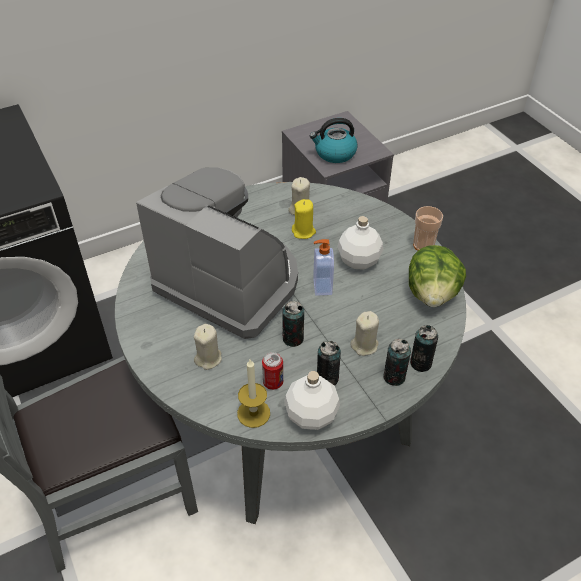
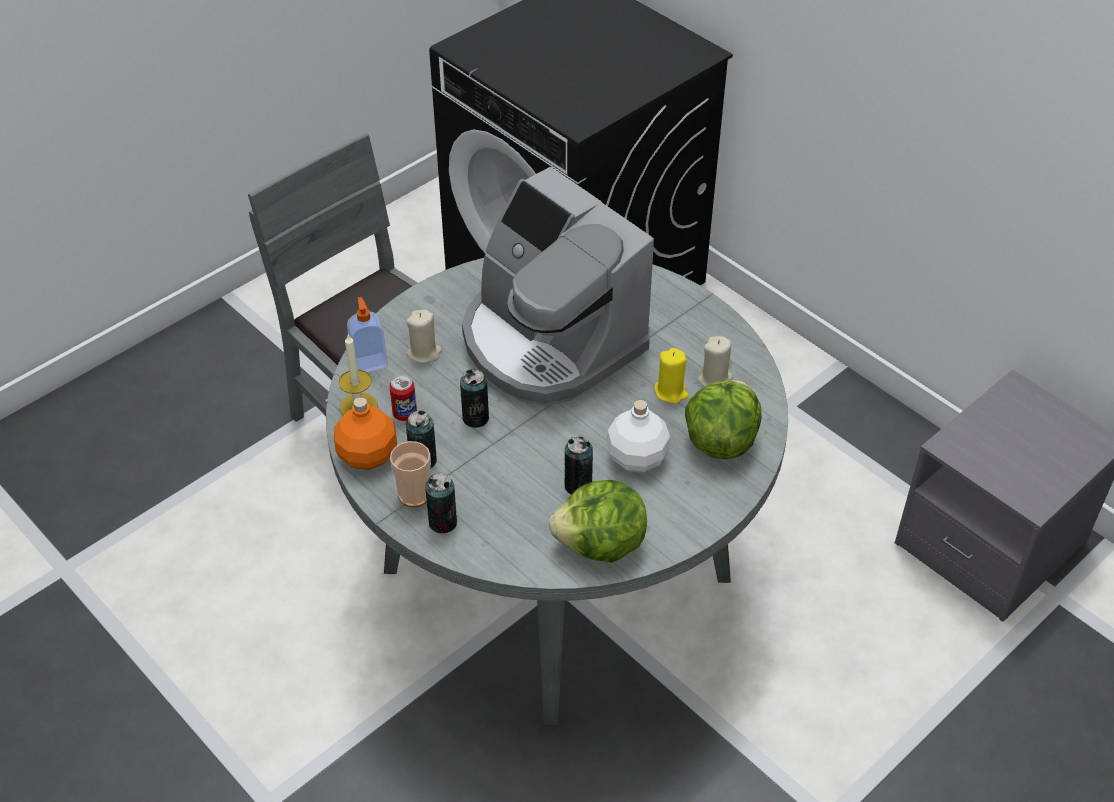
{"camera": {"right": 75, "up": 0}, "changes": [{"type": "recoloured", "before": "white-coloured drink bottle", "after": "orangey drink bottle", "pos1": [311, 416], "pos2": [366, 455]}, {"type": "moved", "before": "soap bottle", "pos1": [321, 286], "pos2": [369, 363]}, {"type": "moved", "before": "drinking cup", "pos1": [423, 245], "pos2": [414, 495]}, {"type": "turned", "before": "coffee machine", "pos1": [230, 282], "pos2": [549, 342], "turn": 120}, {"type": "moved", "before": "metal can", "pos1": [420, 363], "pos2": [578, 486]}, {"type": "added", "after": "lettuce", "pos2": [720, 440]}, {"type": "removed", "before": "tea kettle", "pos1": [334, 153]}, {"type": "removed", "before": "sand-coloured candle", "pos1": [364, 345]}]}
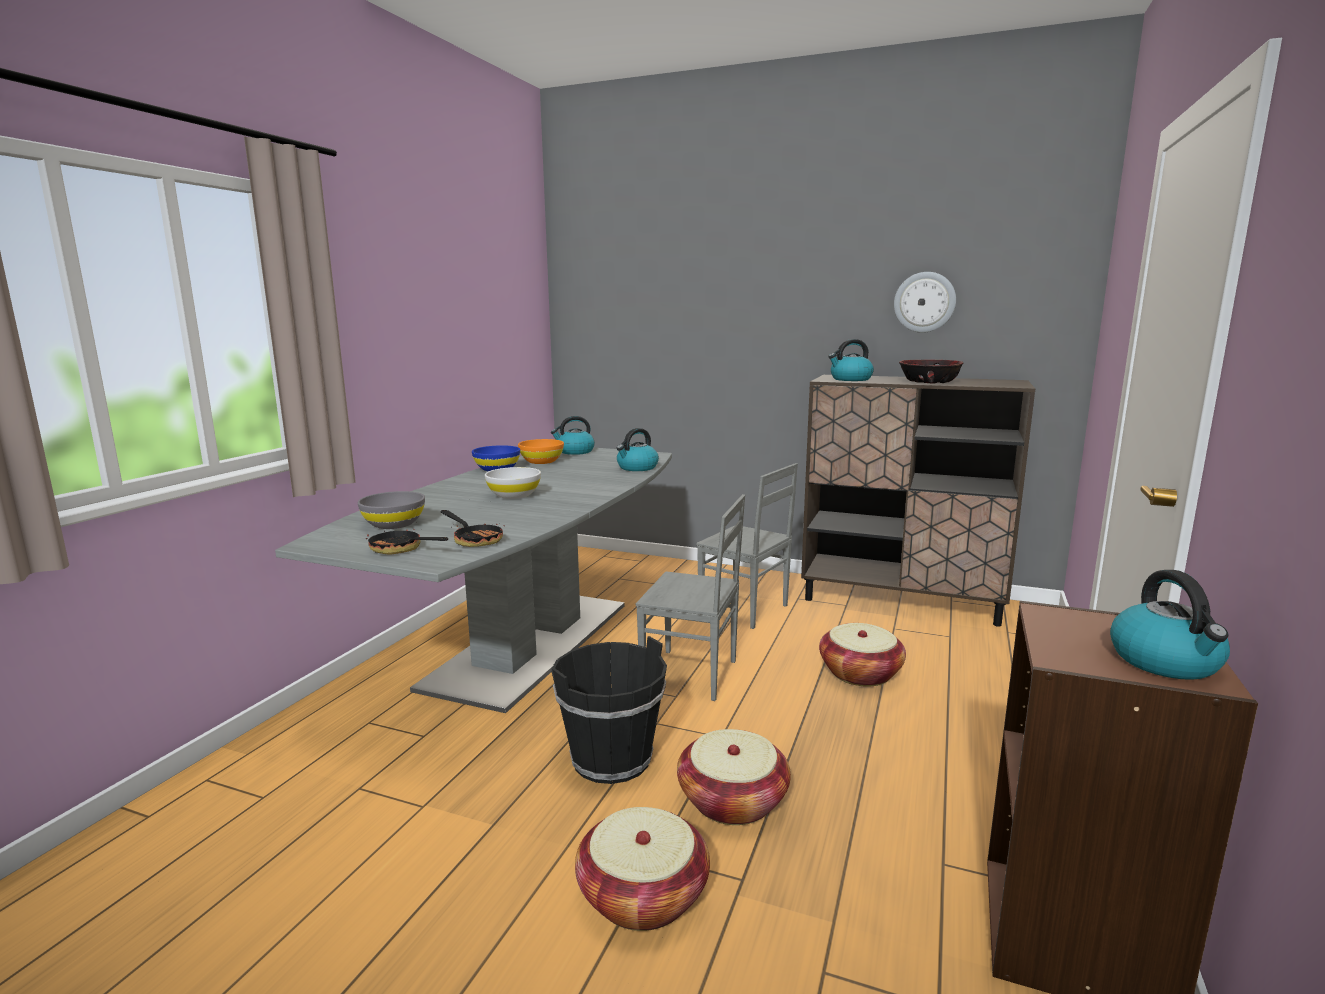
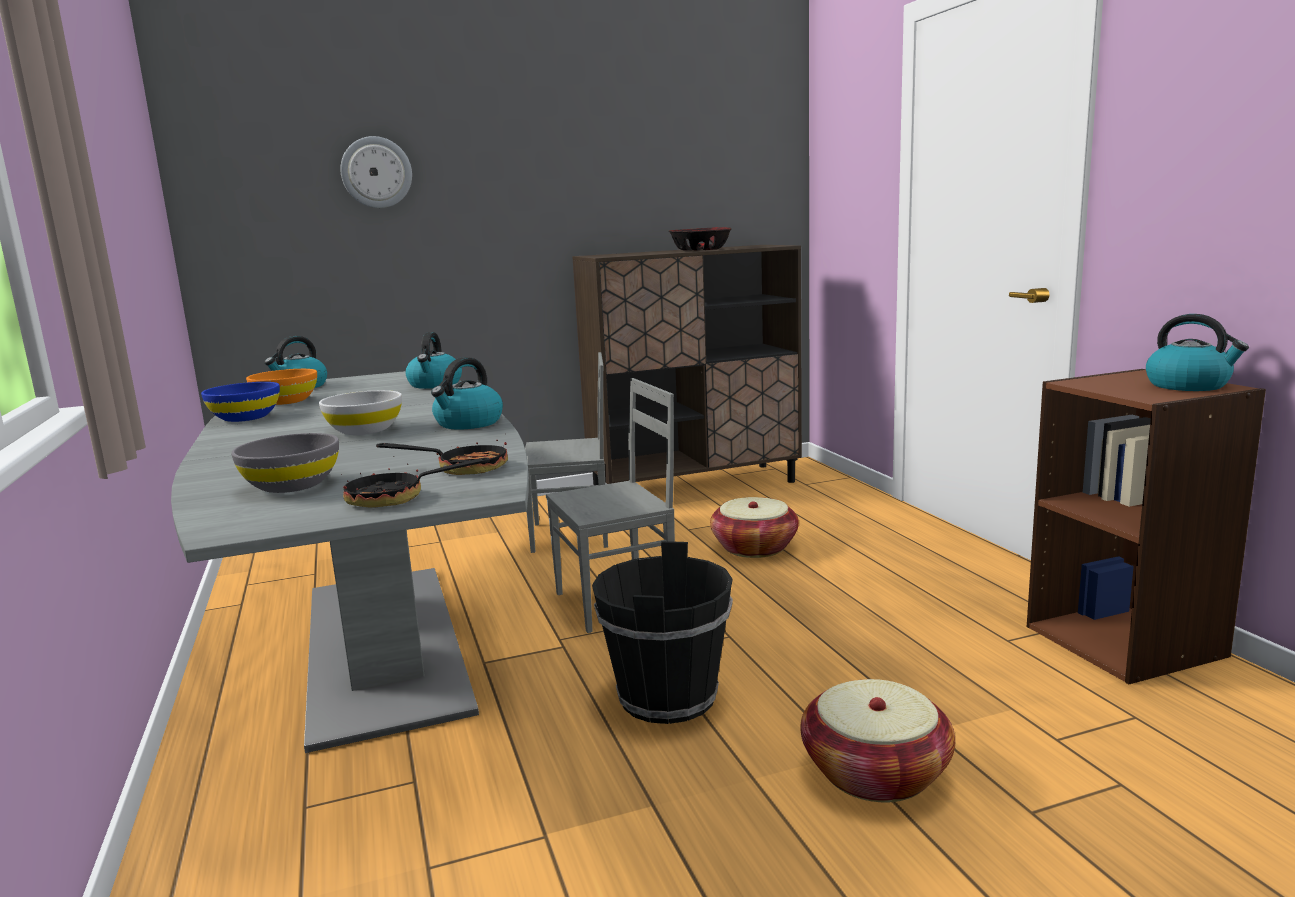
{"camera": {"right": -40, "up": 0}, "changes": [{"type": "moved", "before": "hanging clock", "pos1": [924, 302], "pos2": [376, 172]}, {"type": "moved", "before": "tea kettle", "pos1": [850, 379], "pos2": [468, 423]}, {"type": "removed", "before": "basket", "pos1": [732, 801]}]}
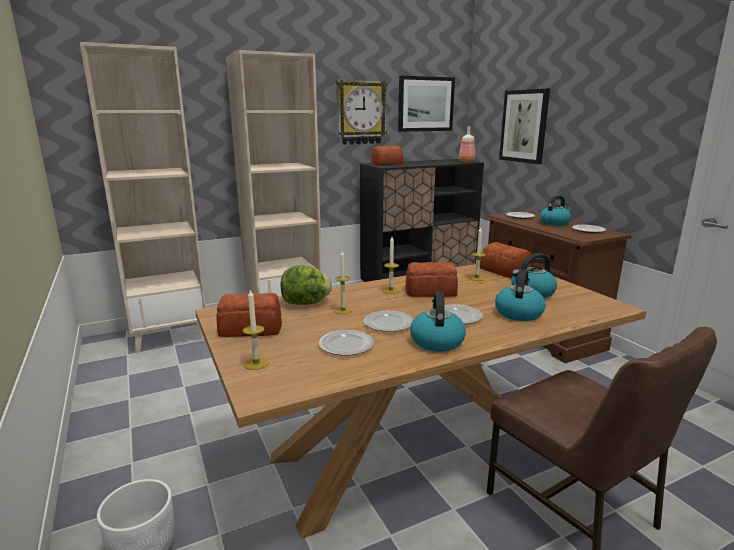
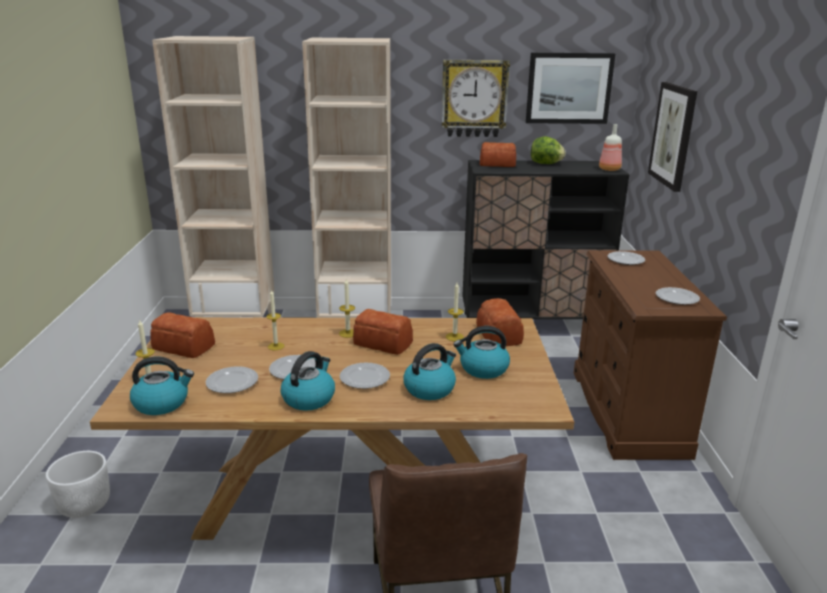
{"camera": {"right": 25, "up": 5}, "changes": [{"type": "moved", "before": "tea kettle", "pos1": [554, 223], "pos2": [162, 403]}, {"type": "moved", "before": "lettuce", "pos1": [306, 303], "pos2": [546, 164]}]}
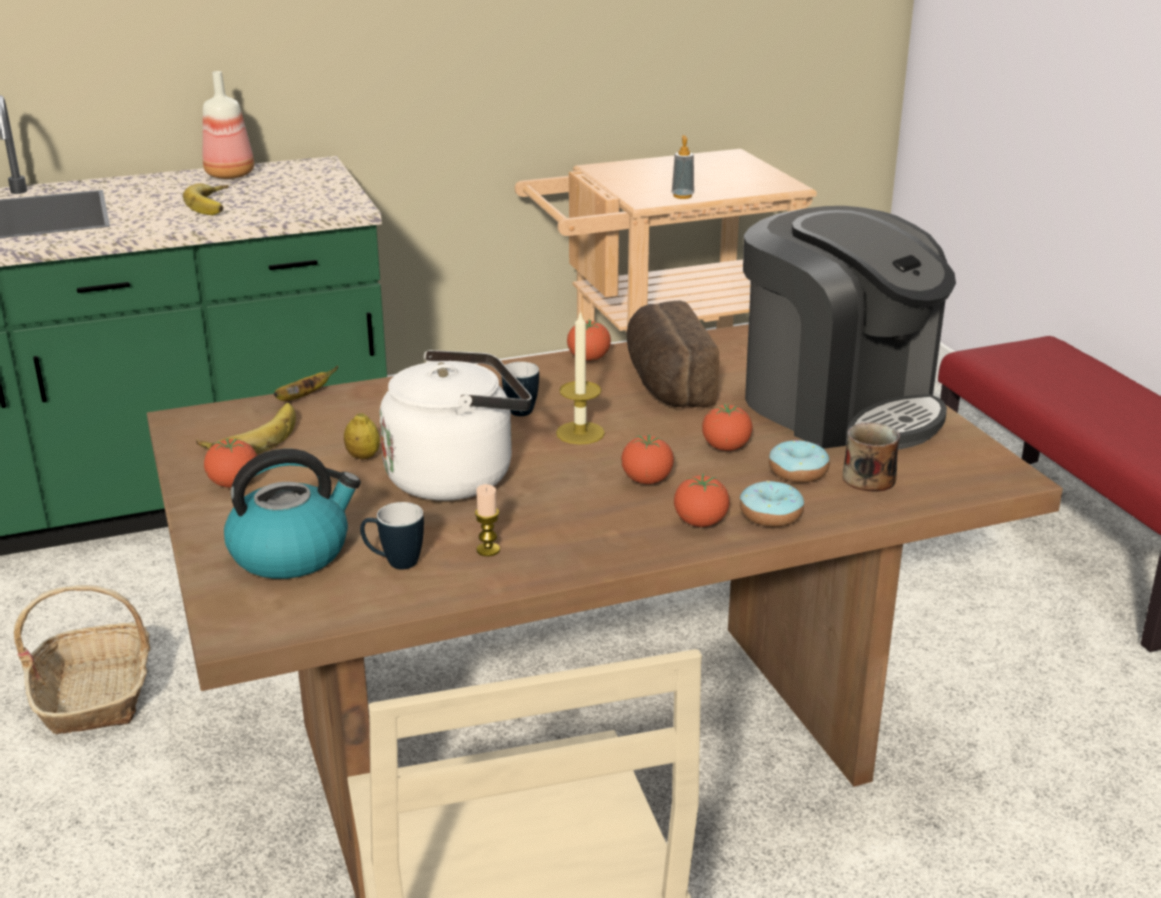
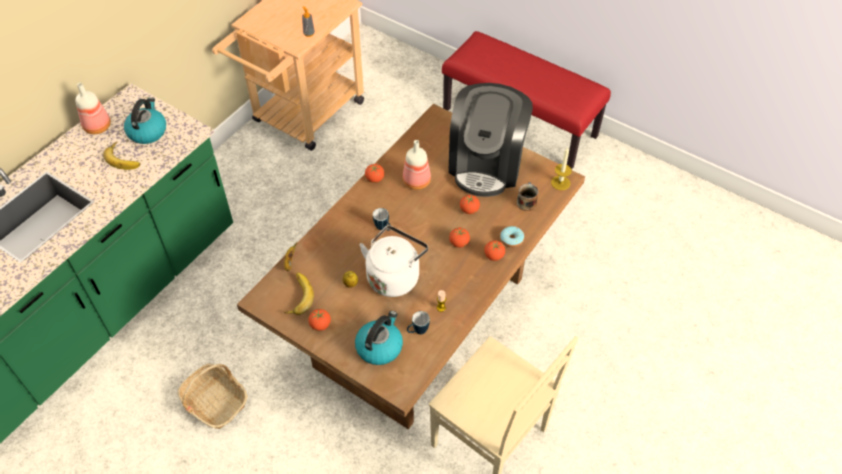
{"camera": {"right": -35, "up": 25}, "changes": [{"type": "added", "after": "tea kettle", "pos2": [147, 131]}, {"type": "replaced", "before": "bakery bread", "after": "drink bottle", "pos1": [665, 383], "pos2": [416, 181]}, {"type": "turned", "before": "coffee machine", "pos1": [839, 406], "pos2": [486, 164], "turn": 90}, {"type": "moved", "before": "candle", "pos1": [580, 433], "pos2": [560, 183]}, {"type": "removed", "before": "doughnut", "pos1": [798, 472]}]}
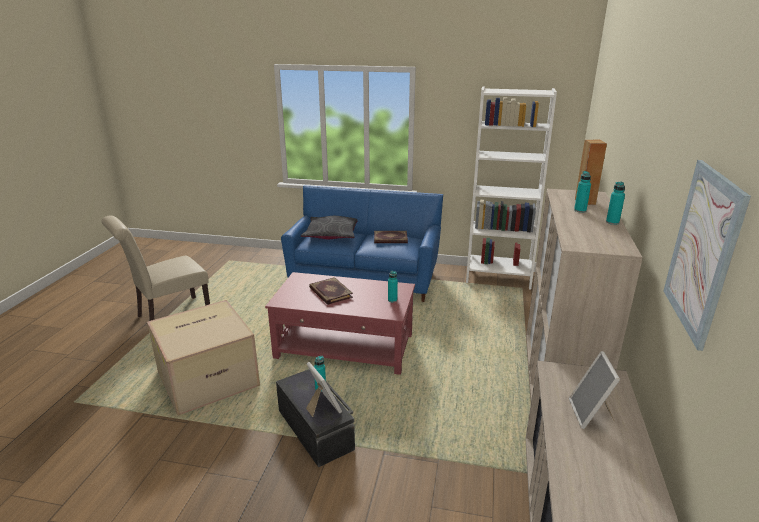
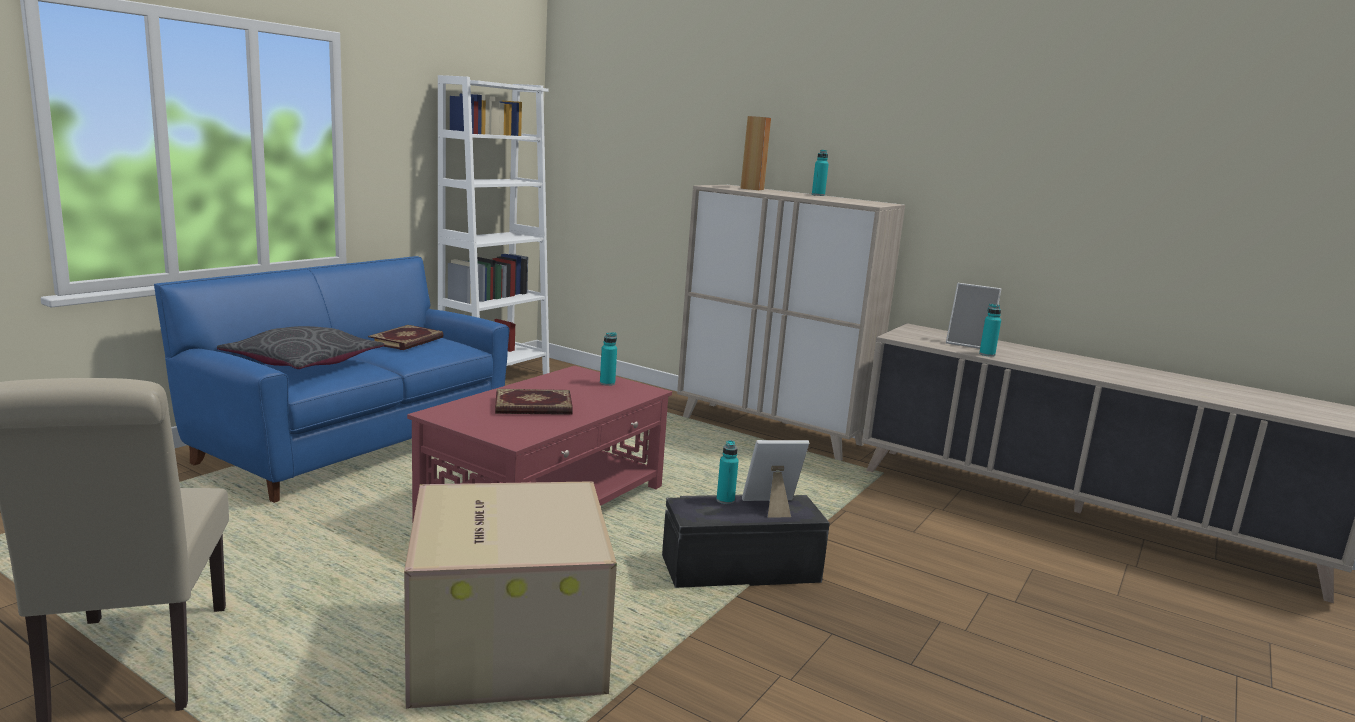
{"camera": {"right": -70, "up": -10}, "changes": [{"type": "moved", "before": "blue-green drink bottle", "pos1": [580, 210], "pos2": [987, 354]}, {"type": "removed", "before": "wall picture", "pos1": [702, 251]}]}
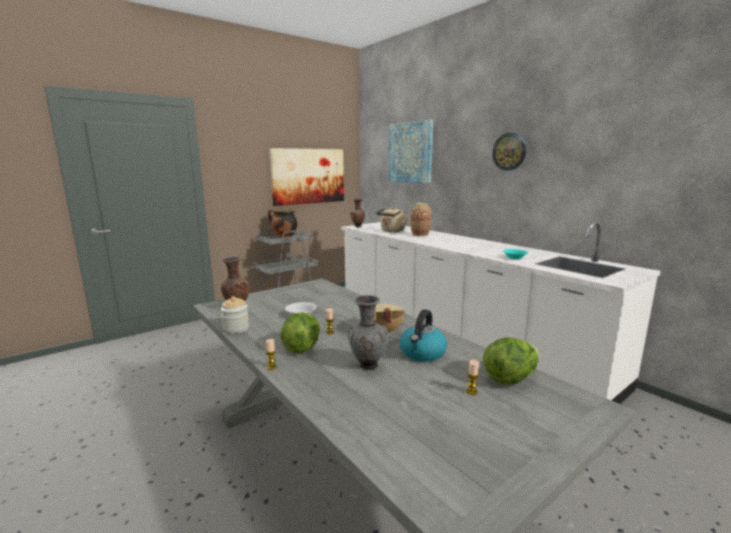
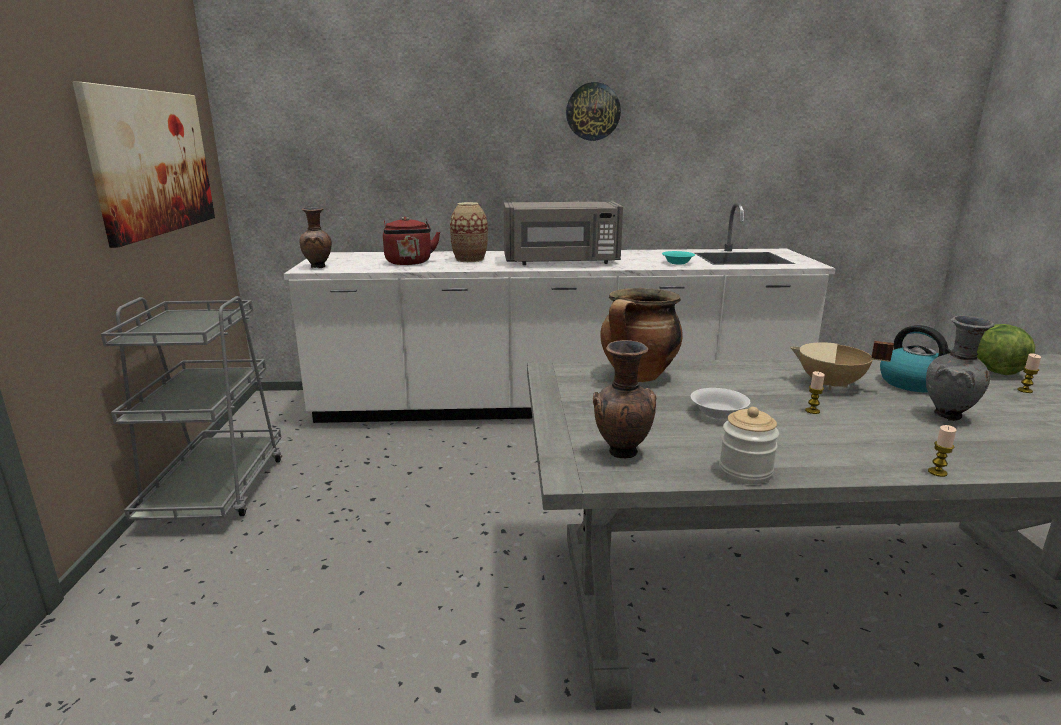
{"camera": {"right": -55, "up": 5}, "changes": [{"type": "recoloured", "before": "sand-coloured tea kettle", "after": "red-coloured tea kettle", "pos1": [391, 231], "pos2": [409, 263]}, {"type": "added", "after": "greyish microwave", "pos2": [561, 262]}, {"type": "moved", "before": "saucepot", "pos1": [284, 237], "pos2": [638, 377]}, {"type": "removed", "before": "lettuce", "pos1": [302, 346]}, {"type": "removed", "before": "wall picture", "pos1": [410, 152]}]}
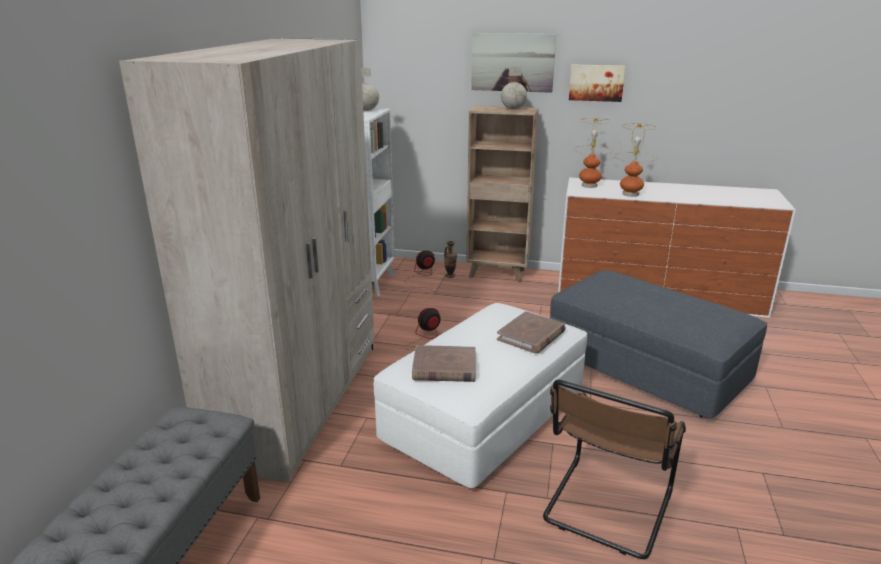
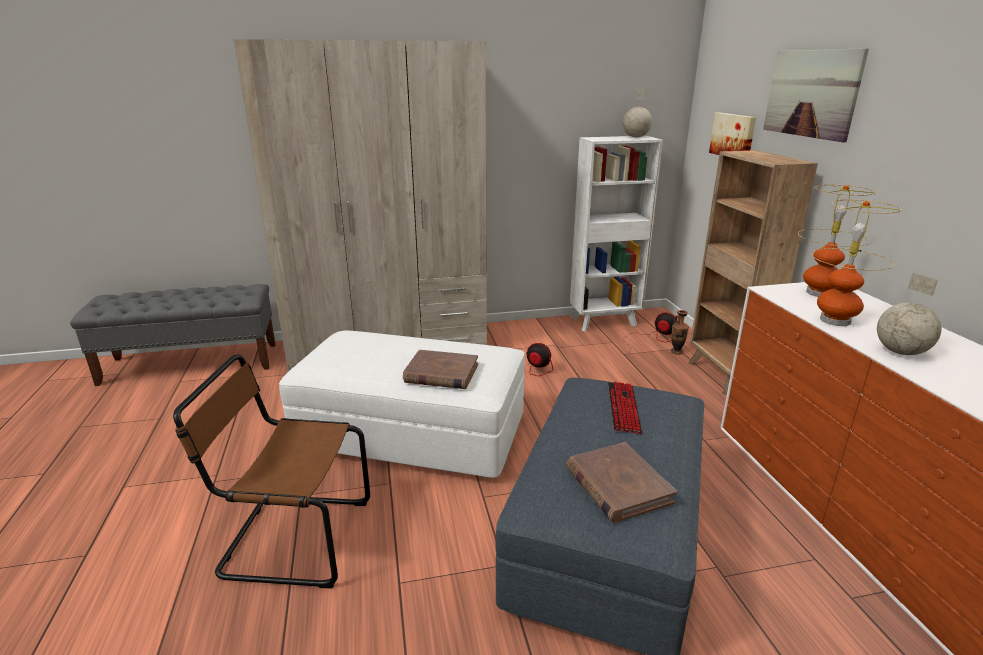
{"camera": {"right": 65, "up": 0}, "changes": [{"type": "moved", "before": "brown bound book", "pos1": [444, 367], "pos2": [617, 485]}, {"type": "added", "after": "computer keyboard", "pos2": [623, 408]}, {"type": "moved", "before": "wall picture", "pos1": [596, 82], "pos2": [733, 136]}, {"type": "moved", "before": "world globe", "pos1": [512, 109], "pos2": [900, 352]}]}
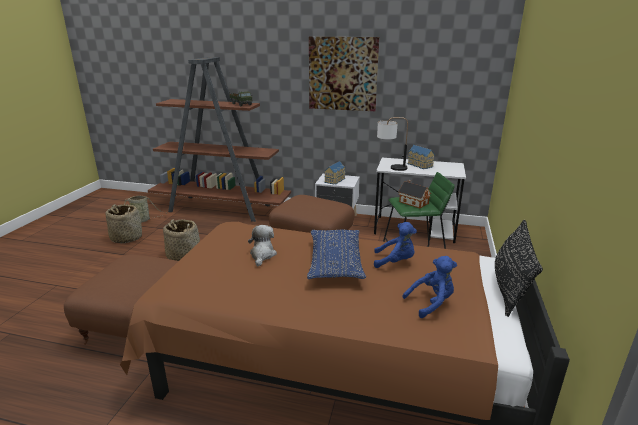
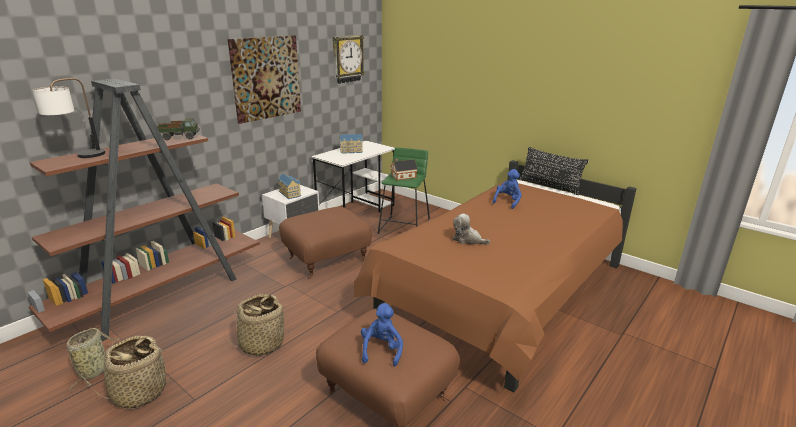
{"camera": {"right": -65, "up": 0}, "changes": [{"type": "moved", "before": "tabletop lamp", "pos1": [390, 168], "pos2": [79, 157]}, {"type": "added", "after": "hanging clock", "pos2": [347, 59]}, {"type": "moved", "before": "bluish cuddly toy", "pos1": [431, 303], "pos2": [381, 350]}, {"type": "removed", "before": "bluish throw pillow", "pos1": [335, 263]}]}
